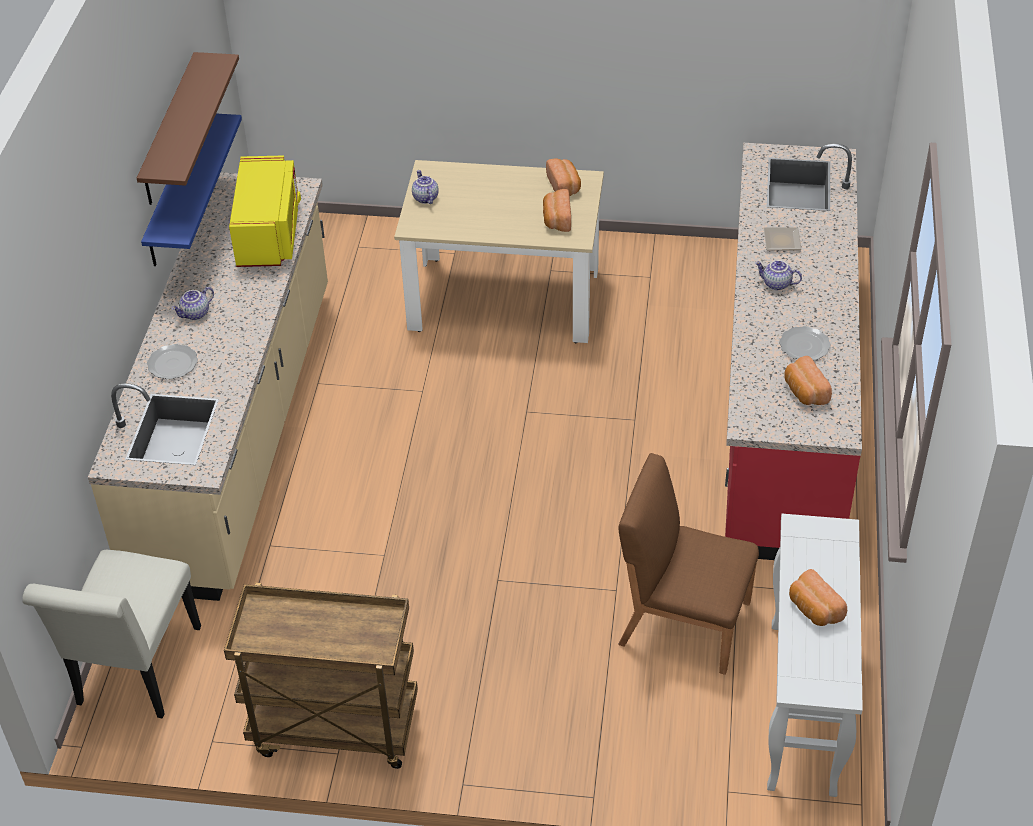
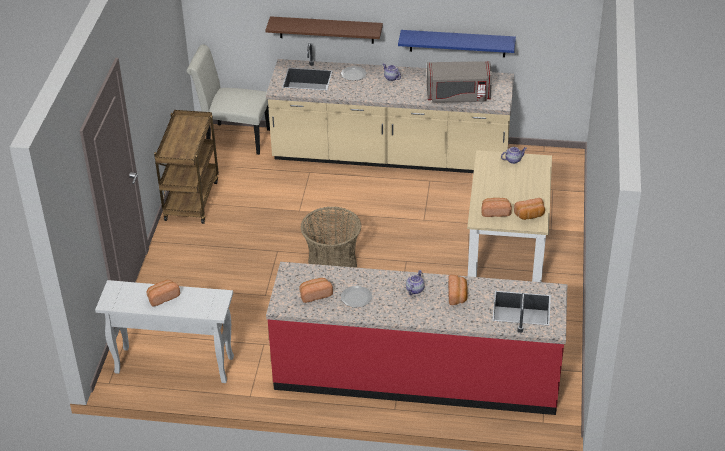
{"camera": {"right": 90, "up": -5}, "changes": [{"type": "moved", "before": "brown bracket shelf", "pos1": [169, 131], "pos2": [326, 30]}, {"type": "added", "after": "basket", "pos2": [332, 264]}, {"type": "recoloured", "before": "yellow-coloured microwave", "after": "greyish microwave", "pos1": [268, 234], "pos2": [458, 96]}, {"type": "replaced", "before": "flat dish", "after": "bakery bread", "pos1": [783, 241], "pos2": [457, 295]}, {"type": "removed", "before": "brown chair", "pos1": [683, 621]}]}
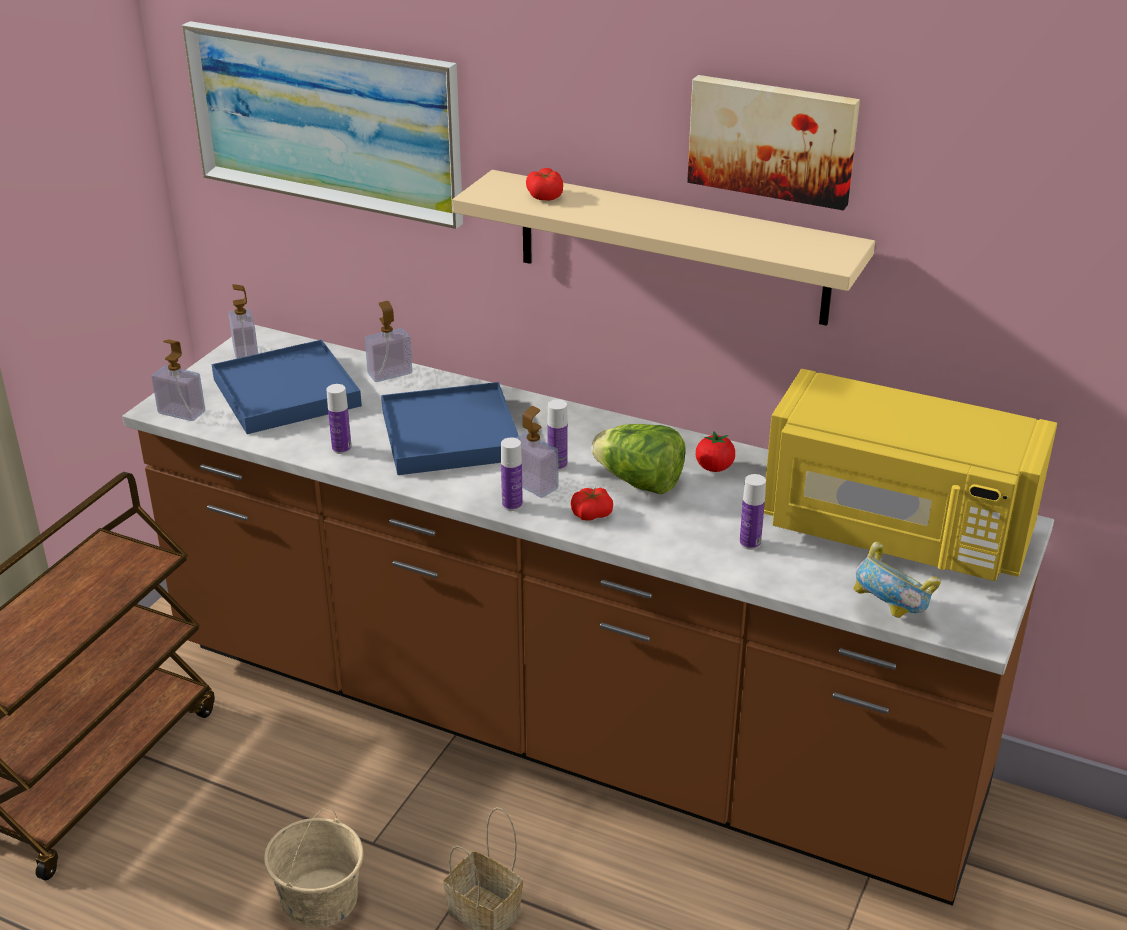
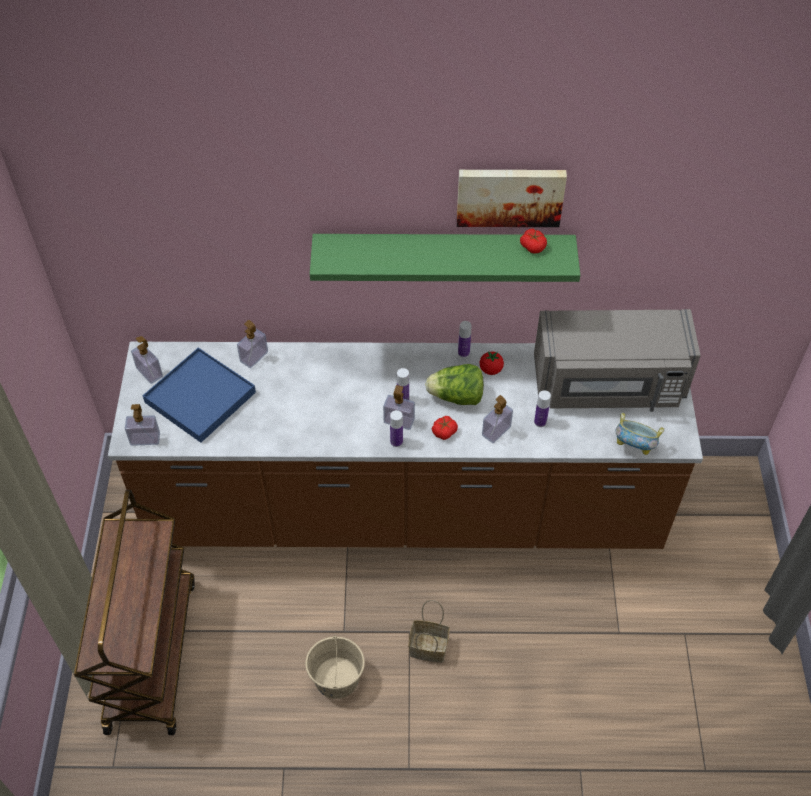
{"camera": {"right": -25, "up": 20}, "changes": [{"type": "recoloured", "before": "sand-coloured bracket shelf", "after": "green bracket shelf", "pos1": [672, 247], "pos2": [443, 255]}, {"type": "moved", "before": "drink bottle", "pos1": [341, 448], "pos2": [463, 353]}, {"type": "added", "after": "soap bottle", "pos2": [496, 431]}, {"type": "moved", "before": "tomato", "pos1": [545, 196], "pos2": [533, 246]}, {"type": "recoloured", "before": "yellow-coloured microwave", "after": "greyish microwave", "pos1": [895, 532], "pos2": [609, 384]}, {"type": "removed", "before": "wall picture", "pos1": [325, 121]}, {"type": "removed", "before": "bluish carrying tray", "pos1": [449, 435]}]}
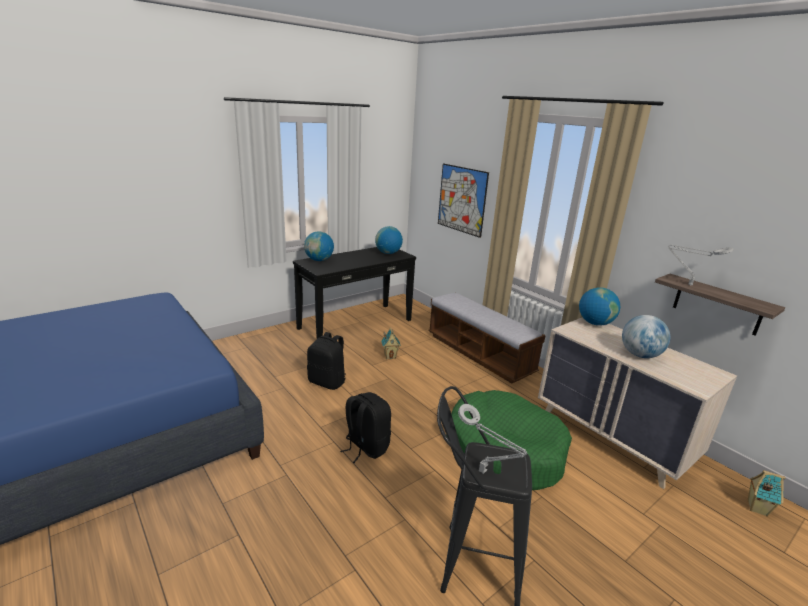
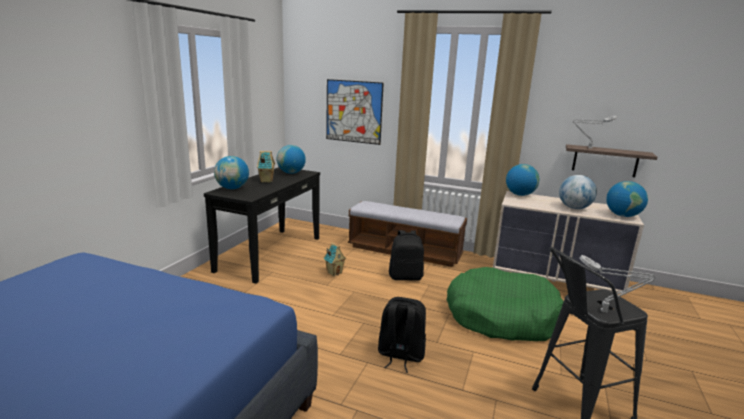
{"camera": {"right": -30, "up": -5}, "changes": [{"type": "moved", "before": "miniature house", "pos1": [756, 508], "pos2": [266, 181]}, {"type": "moved", "before": "black backpack", "pos1": [327, 382], "pos2": [405, 277]}, {"type": "added", "after": "world globe", "pos2": [622, 215]}]}
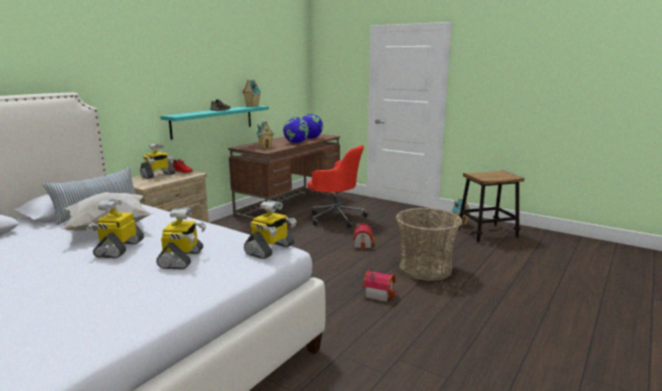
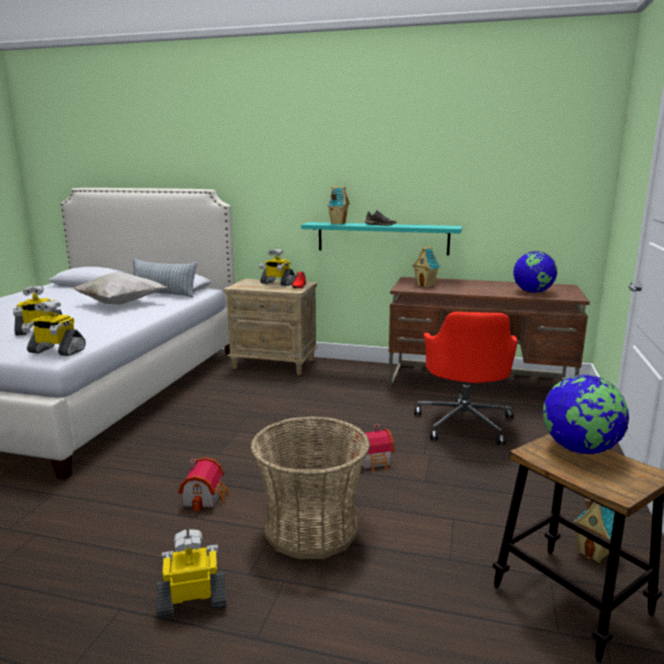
{"camera": {"right": 70, "up": 0}, "changes": [{"type": "moved", "before": "robot figure", "pos1": [119, 248], "pos2": [193, 601]}, {"type": "moved", "before": "miniature house", "pos1": [252, 106], "pos2": [338, 223]}, {"type": "moved", "before": "world globe", "pos1": [296, 143], "pos2": [580, 449]}]}
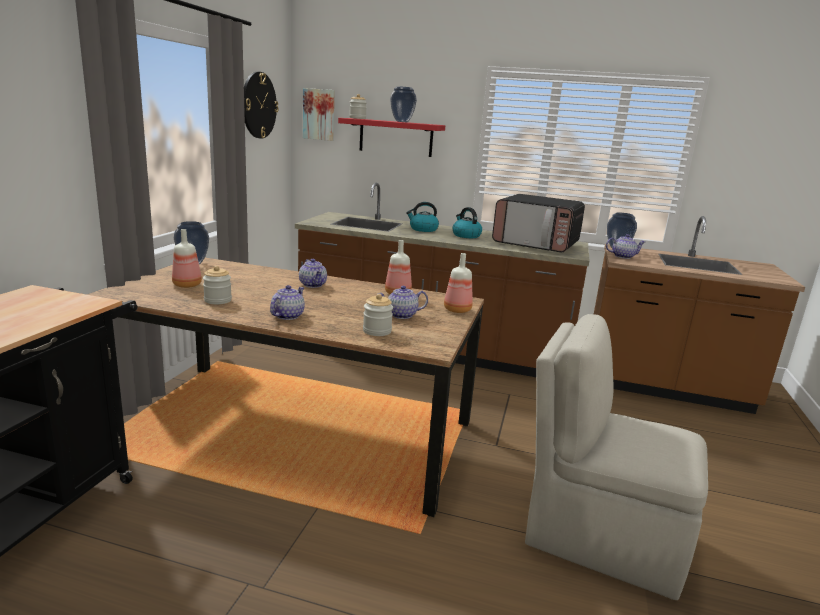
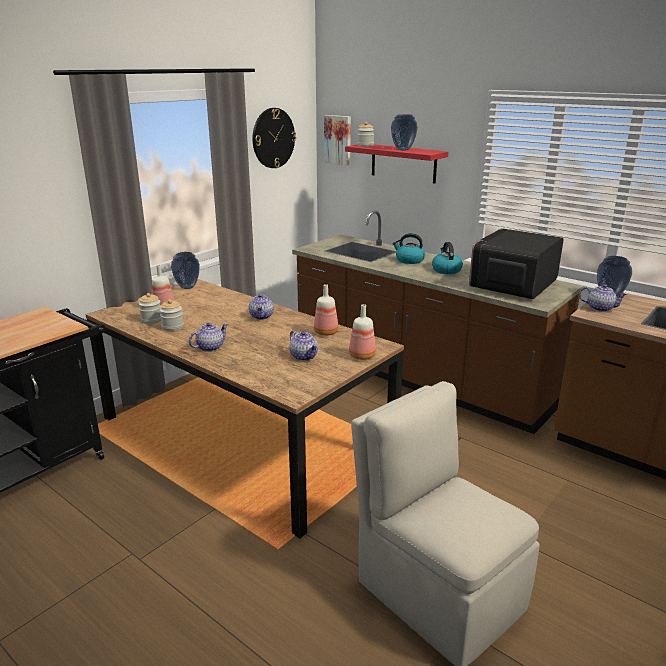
{"camera": {"right": 25, "up": 5}, "changes": [{"type": "moved", "before": "preserve jar", "pos1": [377, 331], "pos2": [151, 320]}, {"type": "turned", "before": "teapot", "pos1": [401, 315], "pos2": [304, 356], "turn": -135}, {"type": "turned", "before": "microwave", "pos1": [536, 244], "pos2": [513, 285], "turn": 75}]}
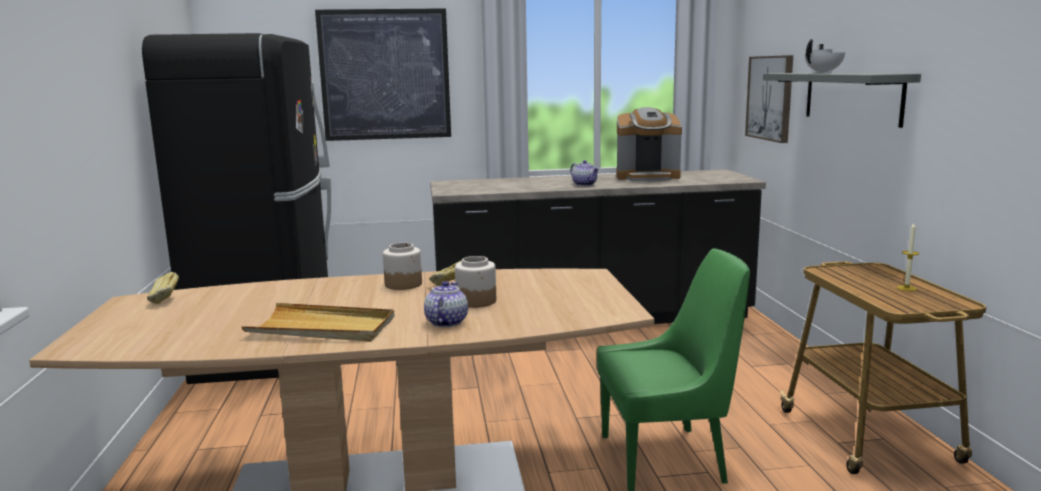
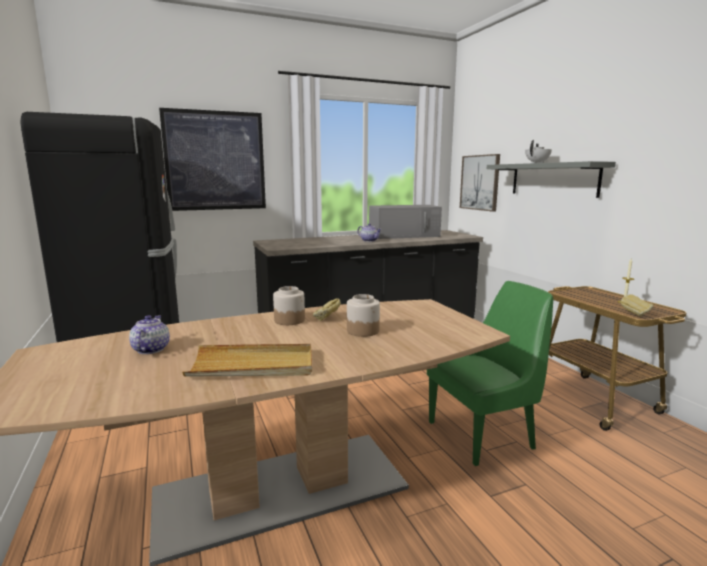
{"camera": {"right": -15, "up": 0}, "changes": [{"type": "moved", "before": "teapot", "pos1": [446, 322], "pos2": [150, 349]}, {"type": "replaced", "before": "coffee machine", "after": "greyish microwave", "pos1": [647, 177], "pos2": [404, 235]}, {"type": "moved", "before": "bakery bread", "pos1": [165, 300], "pos2": [635, 314]}]}
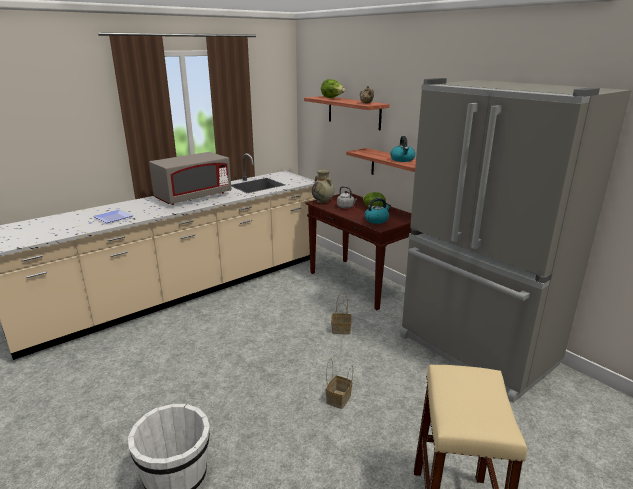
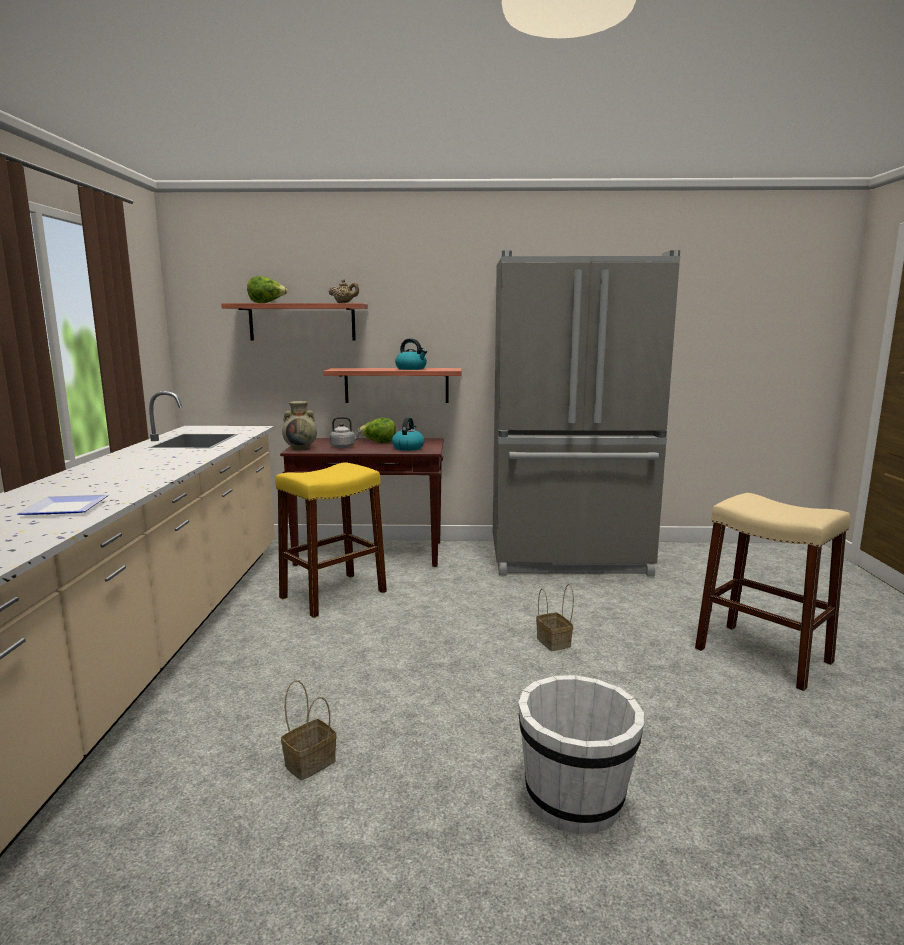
{"camera": {"right": -50, "up": -10}, "changes": [{"type": "added", "after": "yellow-coloured stool seat", "pos2": [333, 594]}, {"type": "moved", "before": "basket", "pos1": [341, 329], "pos2": [311, 762]}, {"type": "removed", "before": "greyish microwave", "pos1": [193, 197]}]}
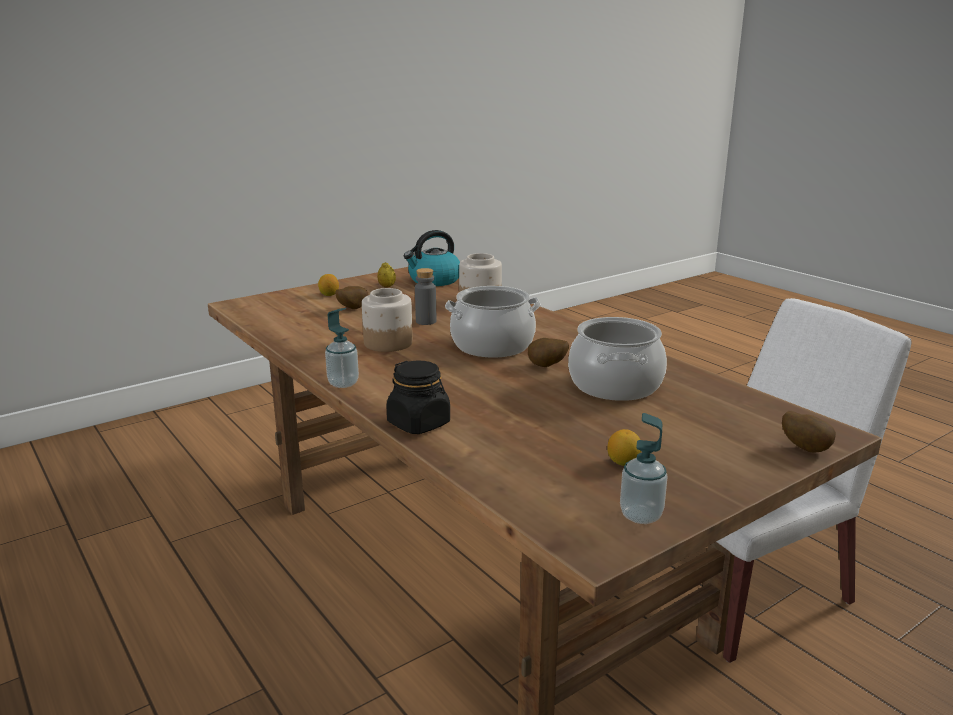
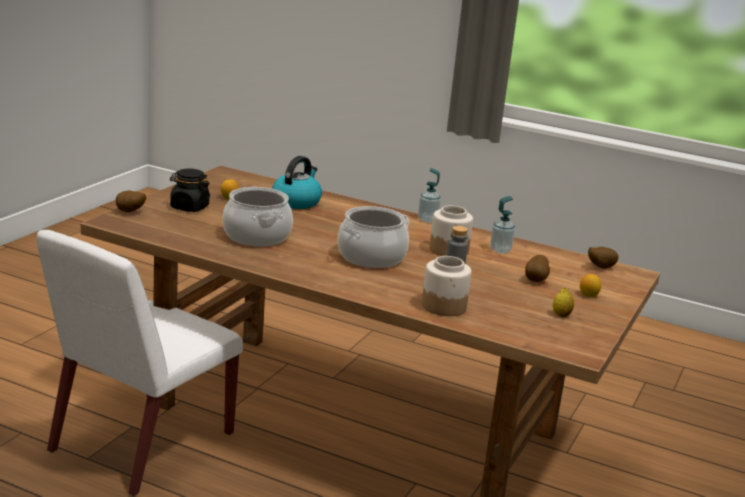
{"camera": {"right": 150, "up": 0}, "changes": [{"type": "moved", "before": "black preserve jar", "pos1": [419, 423], "pos2": [189, 207]}, {"type": "moved", "before": "tea kettle", "pos1": [434, 280], "pos2": [296, 202]}, {"type": "moved", "before": "soap bottle", "pos1": [641, 515], "pos2": [500, 250]}, {"type": "moved", "before": "spud", "pos1": [546, 367], "pos2": [599, 267]}]}
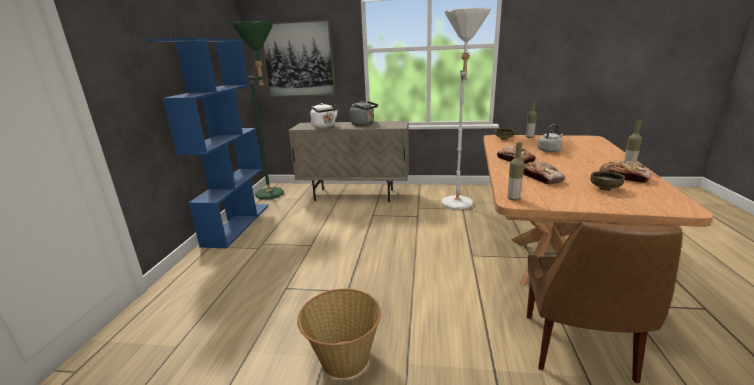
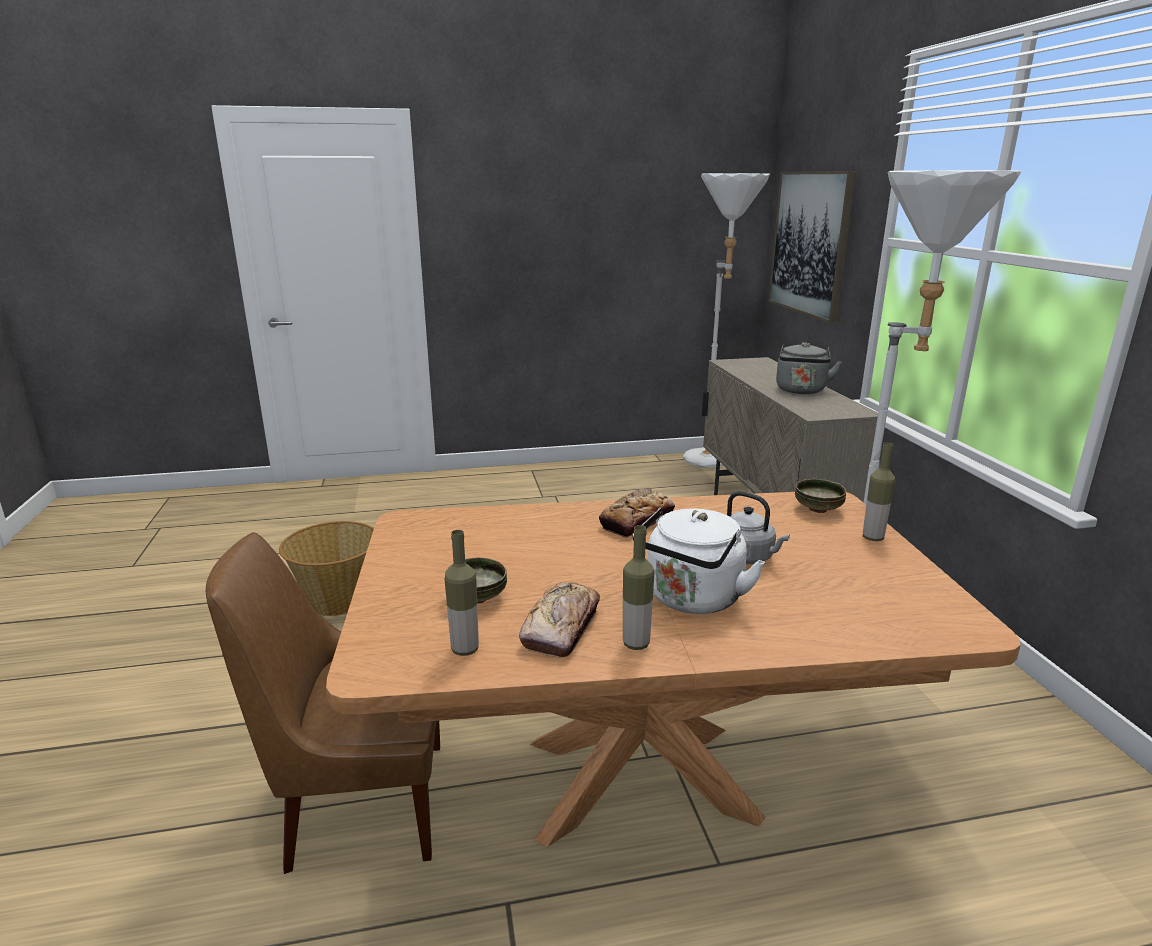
{"camera": {"right": 70, "up": 0}, "changes": [{"type": "moved", "before": "drink bottle", "pos1": [513, 198], "pos2": [465, 649]}, {"type": "moved", "before": "white-coloured tea kettle", "pos1": [325, 127], "pos2": [691, 600]}, {"type": "recoloured", "before": "green standing lamp", "after": "white-coloured standing lamp", "pos1": [275, 194], "pos2": [712, 463]}, {"type": "removed", "before": "bluish shelving unit", "pos1": [237, 224]}, {"type": "removed", "before": "bakery bread", "pos1": [541, 178]}]}
